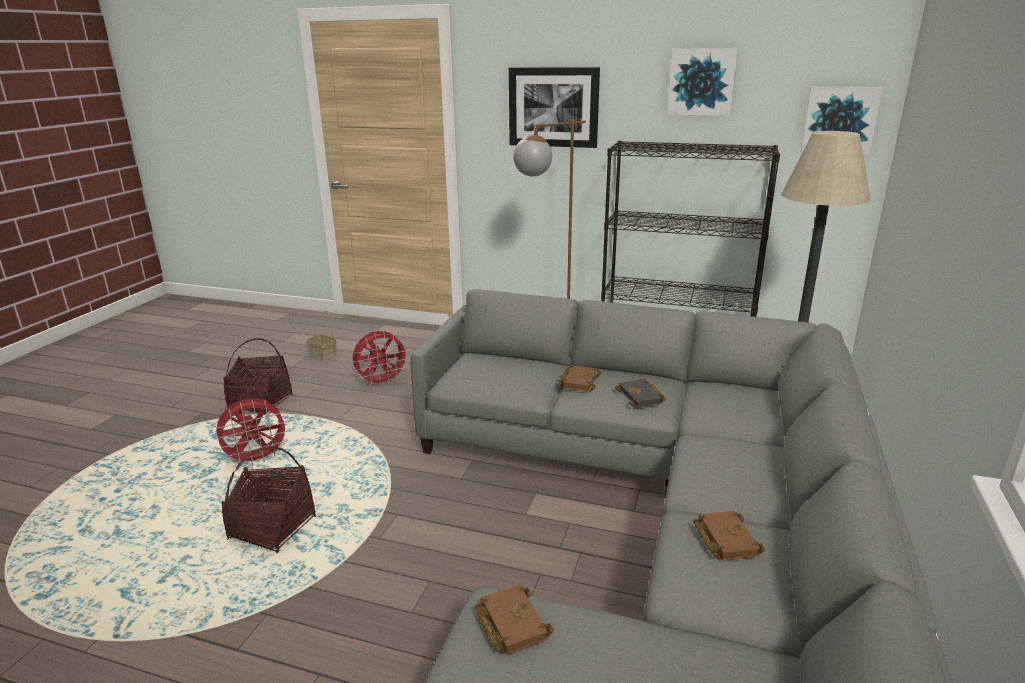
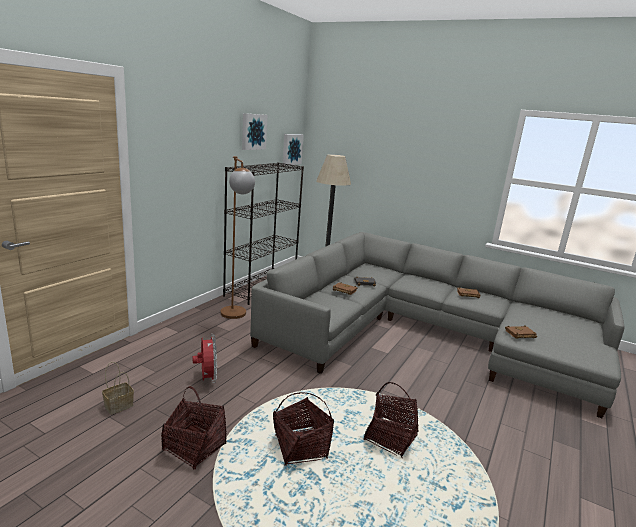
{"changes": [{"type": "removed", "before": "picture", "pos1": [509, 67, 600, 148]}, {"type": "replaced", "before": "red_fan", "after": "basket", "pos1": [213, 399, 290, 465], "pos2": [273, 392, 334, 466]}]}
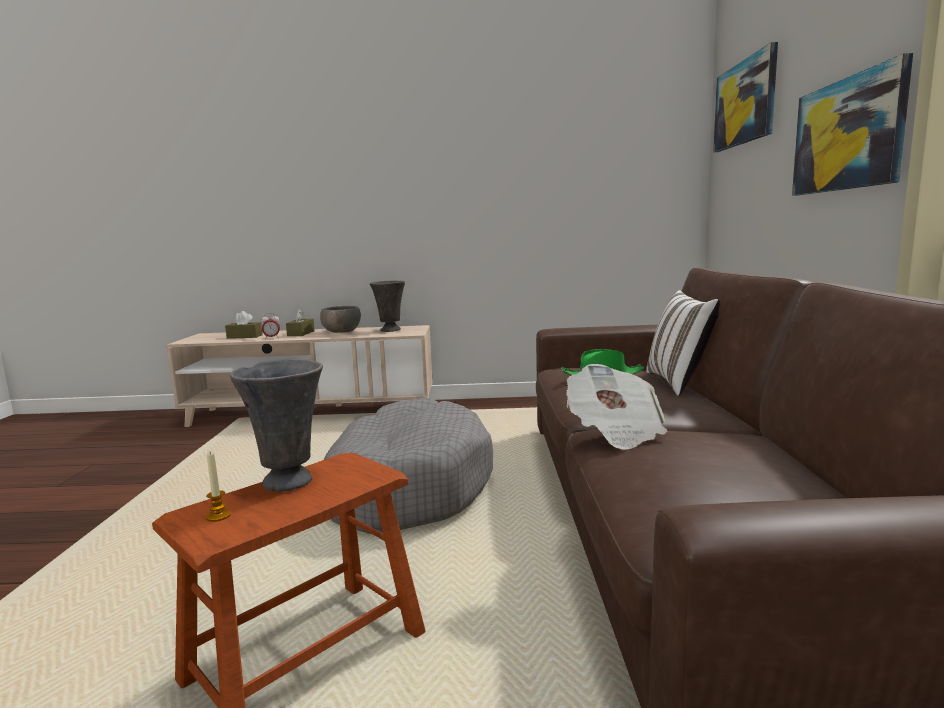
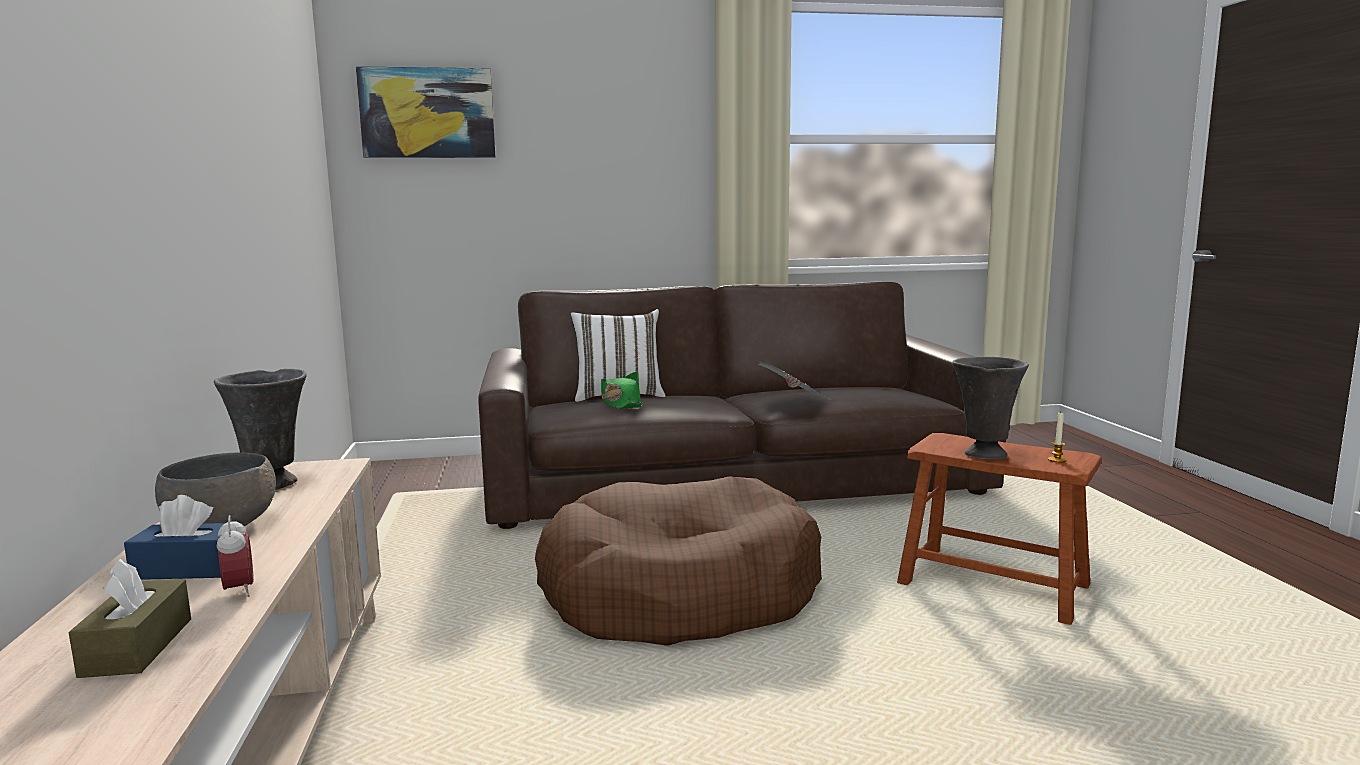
{"changes": [{"type": "removed", "before": "picture", "pos1": [792, 53, 913, 196]}, {"type": "recoloured", "before": "brown_tissue_box", "after": "blue_tissue_box", "pos1": [286, 308, 315, 336], "pos2": [124, 495, 225, 580]}, {"type": "recoloured", "before": "grey_dog_bed", "after": "brown_dog_bed", "pos1": [324, 398, 493, 534], "pos2": [535, 476, 822, 646]}]}
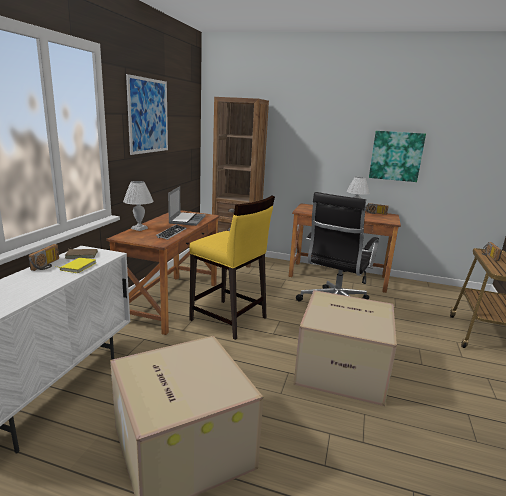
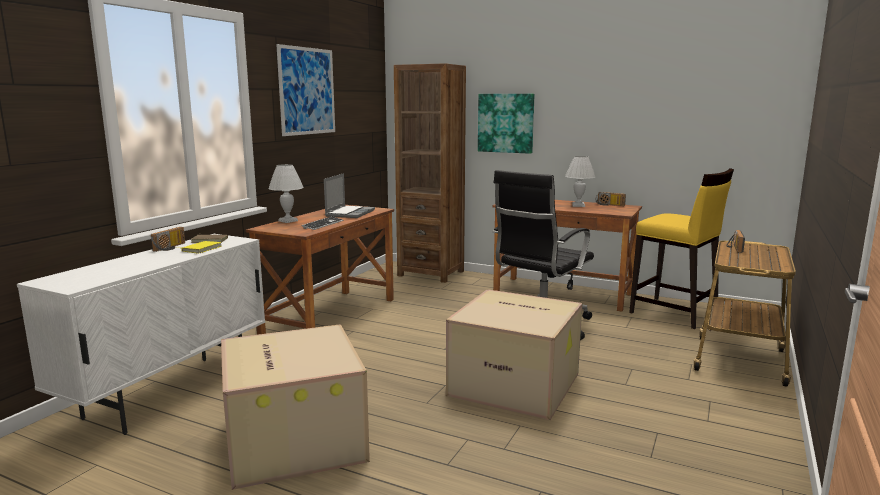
{"changes": [{"type": "moved", "before": "yellow_stool", "pos1": [189, 196, 275, 340], "pos2": [629, 168, 734, 329]}, {"type": "moved", "before": "picture", "pos1": [369, 131, 426, 182], "pos2": [478, 94, 535, 154]}]}
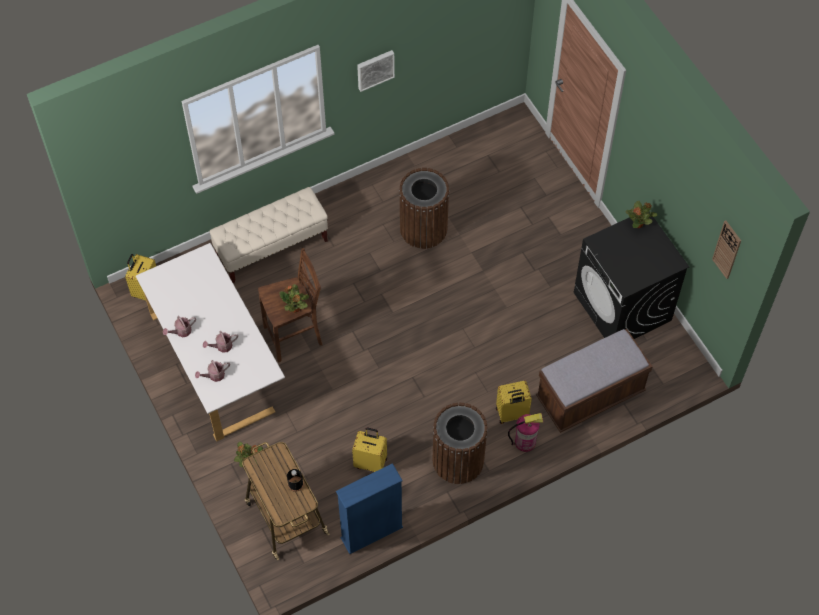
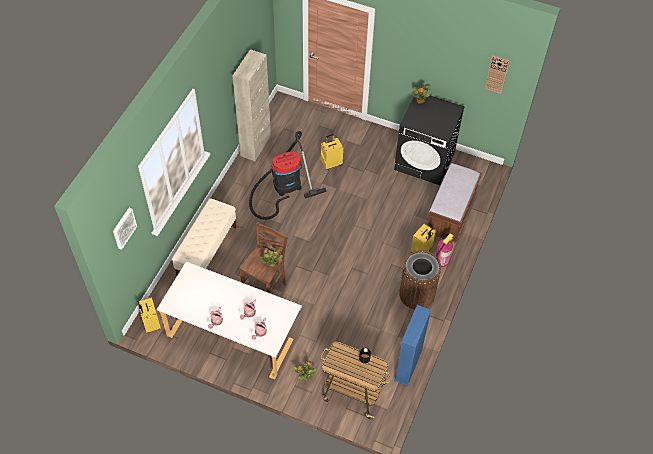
{"changes": [{"type": "added", "after": "beige_cabinet", "pos2": [233, 49, 271, 161]}, {"type": "moved", "before": "yellow_suitcase", "pos1": [352, 427, 387, 472], "pos2": [321, 134, 343, 170]}, {"type": "moved", "before": "picture", "pos1": [357, 50, 395, 92], "pos2": [113, 208, 137, 250]}, {"type": "replaced", "before": "brown_trash_can", "after": "vacuum_cleaner", "pos1": [399, 168, 449, 249], "pos2": [249, 131, 326, 220]}]}
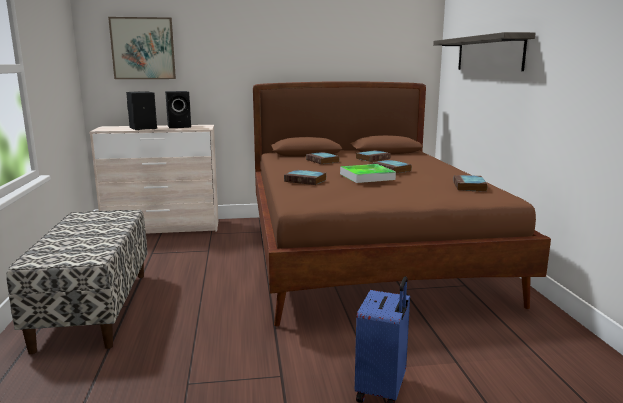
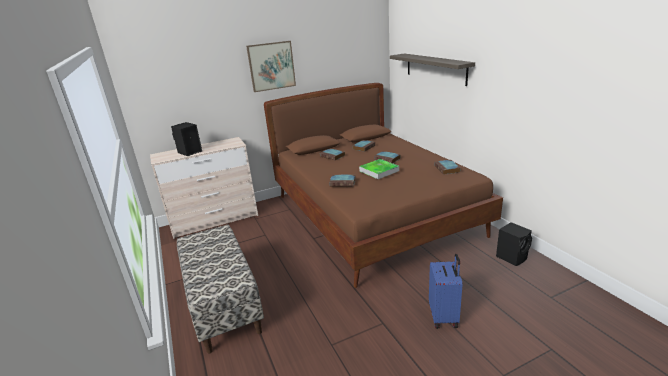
{"changes": [{"type": "moved", "before": "picture", "pos1": [108, 17, 176, 79], "pos2": [246, 41, 296, 92]}, {"type": "moved", "before": "black_speaker", "pos1": [165, 91, 191, 128], "pos2": [496, 222, 532, 266]}]}
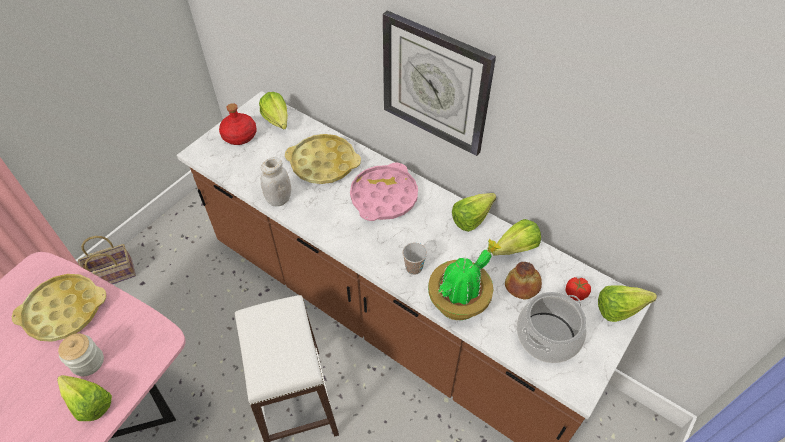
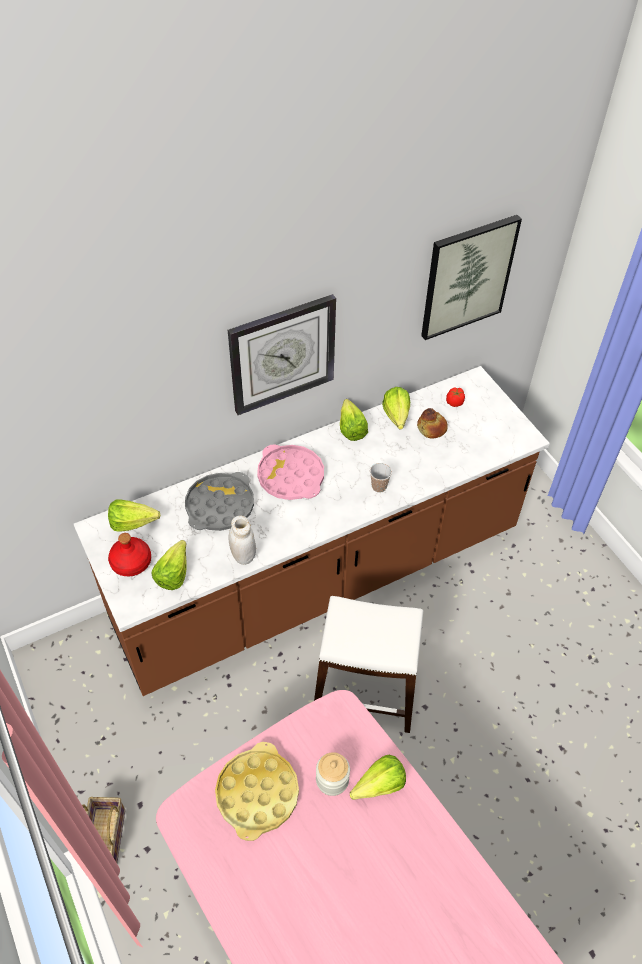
{"changes": [{"type": "removed", "before": "potted_plant", "pos1": [428, 239, 501, 320]}, {"type": "removed", "before": "cooking_pot", "pos1": [517, 292, 587, 363]}, {"type": "added", "after": "picture", "pos2": [421, 215, 522, 340]}, {"type": "moved", "before": "lettuce", "pos1": [598, 285, 657, 322], "pos2": [152, 540, 187, 590]}, {"type": "recoloured", "before": "yellow_tray", "after": "grey_tray", "pos1": [285, 134, 361, 184], "pos2": [185, 472, 254, 531]}]}
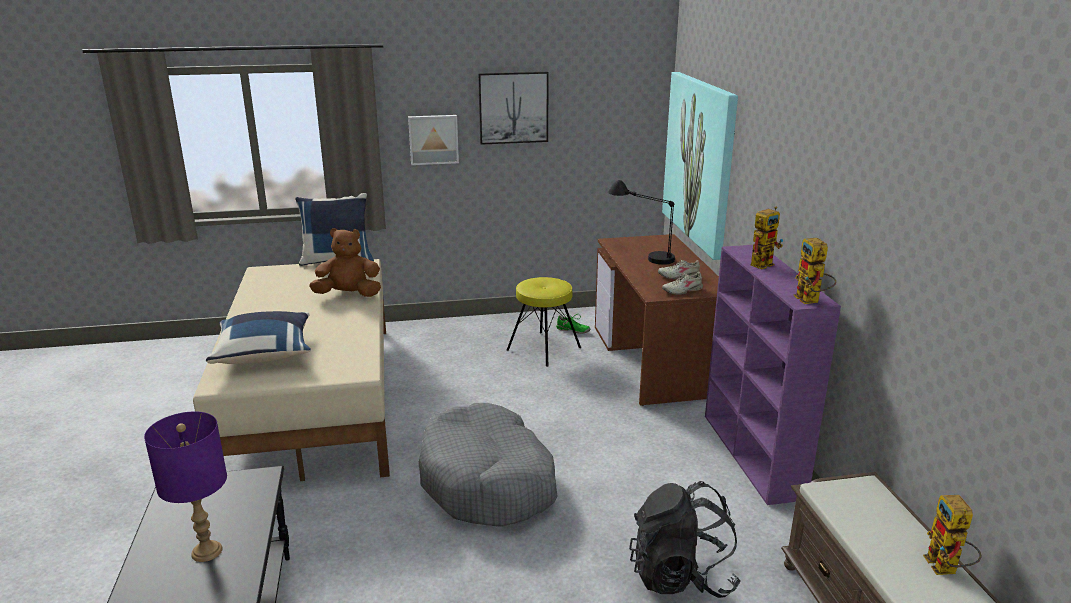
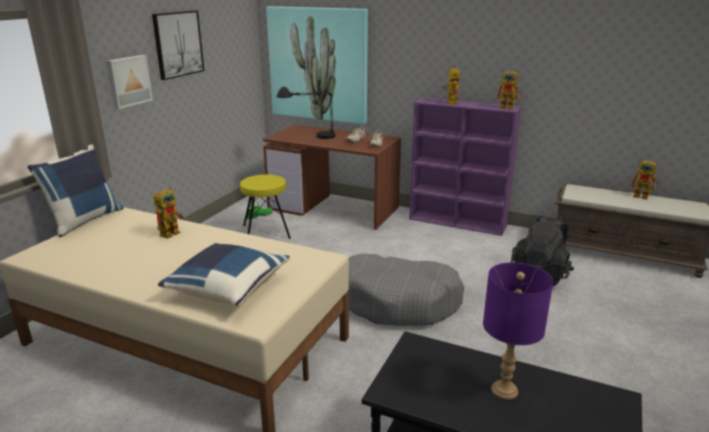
{"changes": [{"type": "replaced", "before": "brown_plush_toy", "after": "toy_robot", "pos1": [309, 228, 381, 297], "pos2": [153, 186, 184, 239]}]}
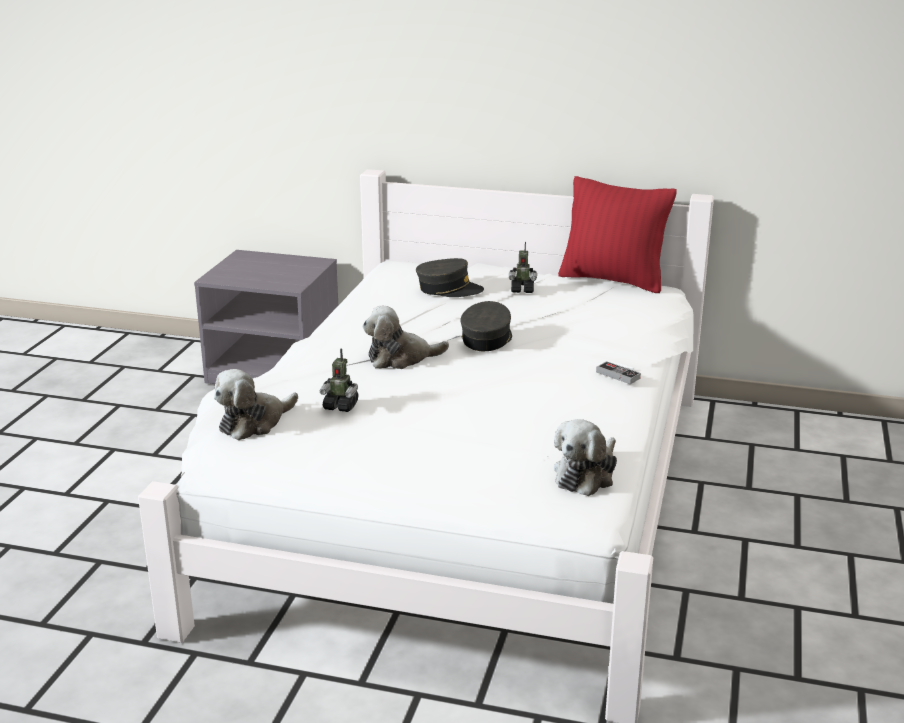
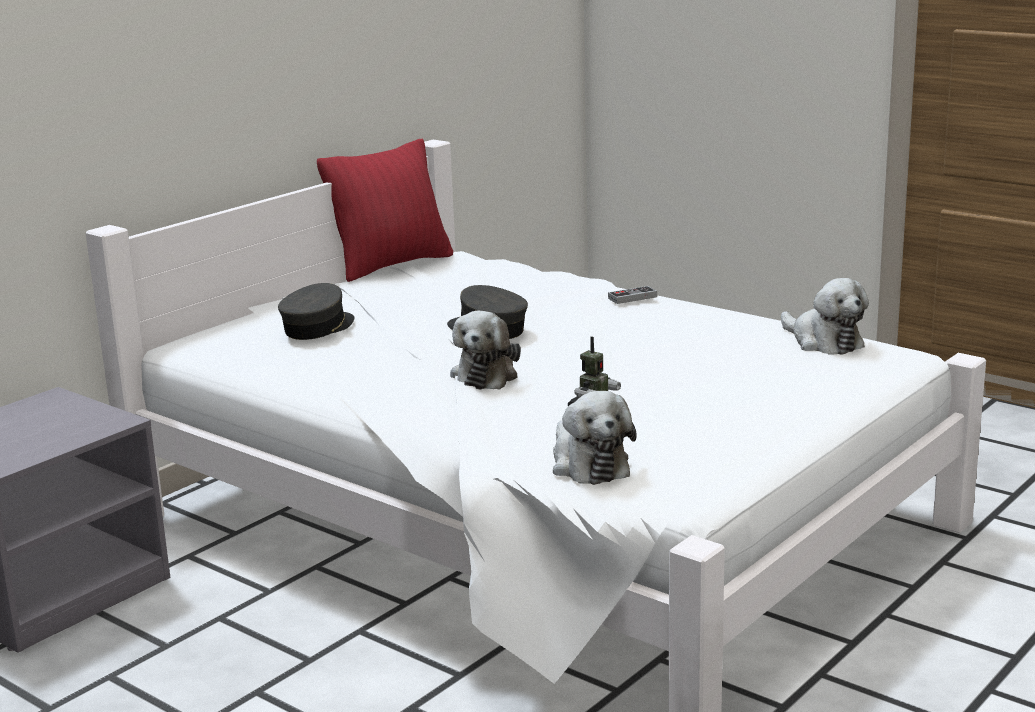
{"changes": [{"type": "removed", "before": "toy_robot", "pos1": [509, 242, 537, 293]}]}
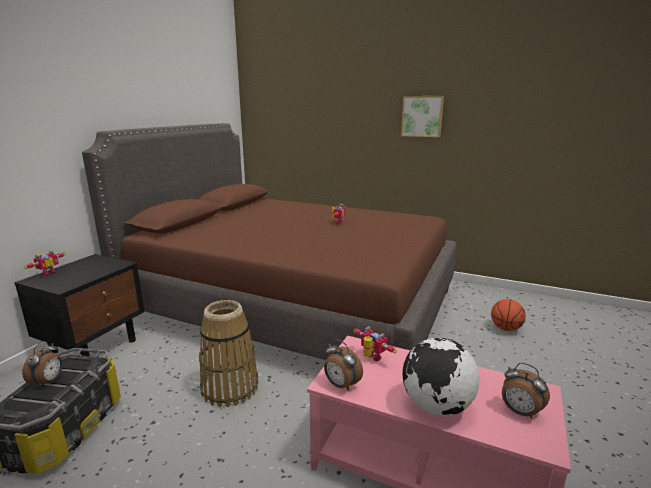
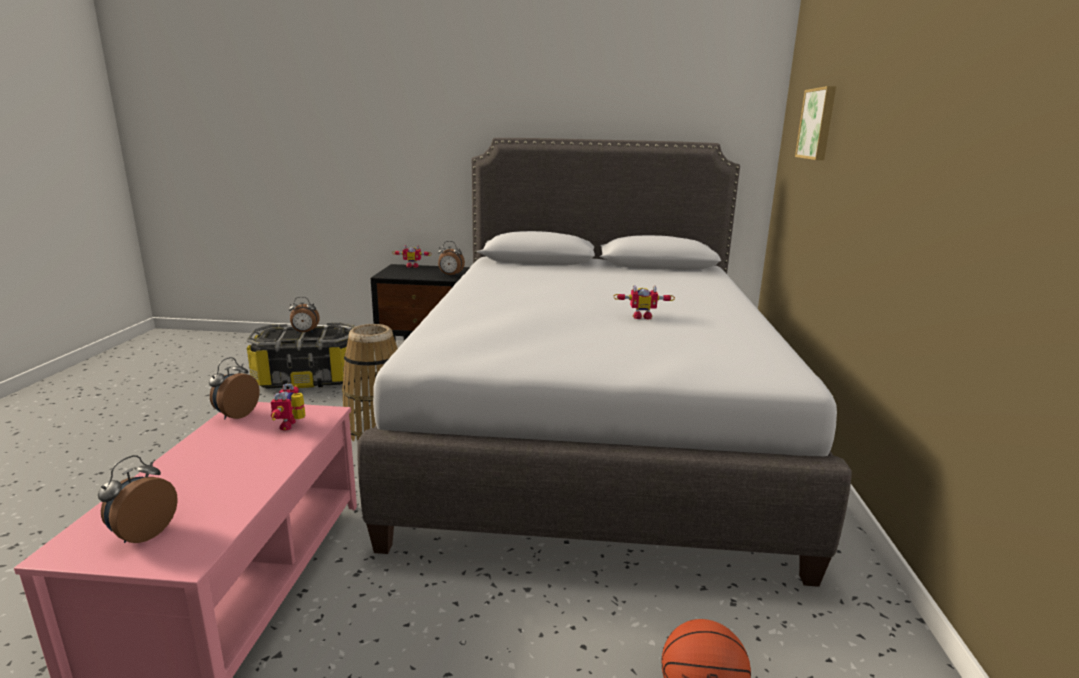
{"changes": [{"type": "removed", "before": "globe", "pos1": [403, 338, 480, 416]}, {"type": "added", "after": "alarm_clock", "pos2": [438, 241, 465, 276]}, {"type": "moved", "before": "picture", "pos1": [401, 96, 444, 137], "pos2": [795, 86, 836, 160]}, {"type": "recoloured", "before": "brown_bed", "after": "grey_bed", "pos1": [82, 123, 457, 360], "pos2": [357, 138, 852, 587]}, {"type": "turned", "before": "toy_robot", "pos1": [353, 326, 397, 361], "pos2": [271, 383, 305, 431], "turn": 150}]}
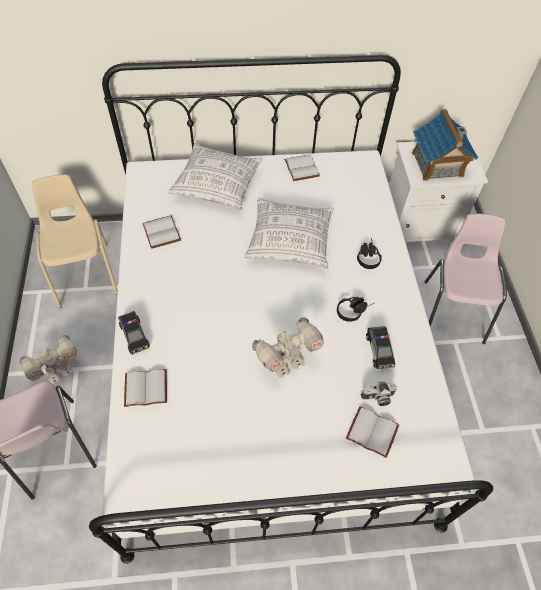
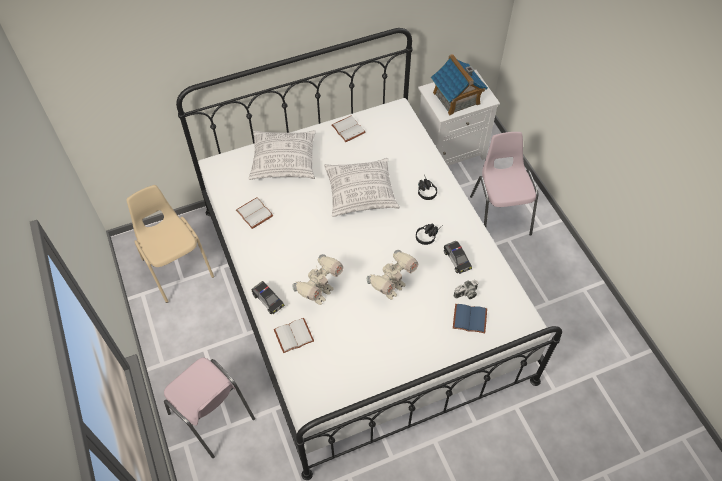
{"changes": [{"type": "moved", "before": "toy_robot", "pos1": [19, 335, 77, 384], "pos2": [292, 254, 344, 305]}, {"type": "recoloured", "before": "white_book", "after": "blue_book", "pos1": [346, 407, 399, 458], "pos2": [453, 304, 487, 333]}]}
